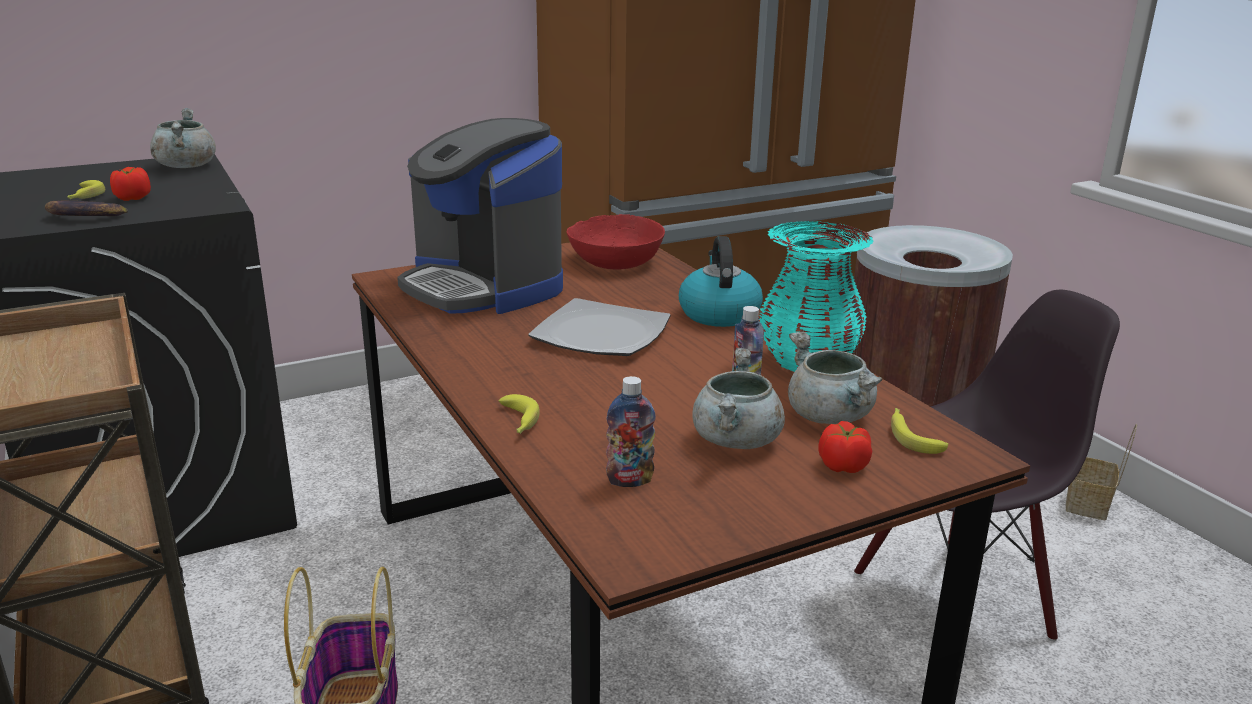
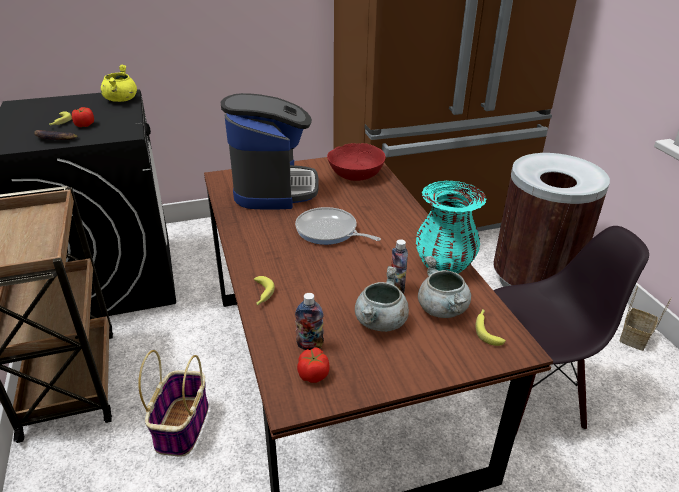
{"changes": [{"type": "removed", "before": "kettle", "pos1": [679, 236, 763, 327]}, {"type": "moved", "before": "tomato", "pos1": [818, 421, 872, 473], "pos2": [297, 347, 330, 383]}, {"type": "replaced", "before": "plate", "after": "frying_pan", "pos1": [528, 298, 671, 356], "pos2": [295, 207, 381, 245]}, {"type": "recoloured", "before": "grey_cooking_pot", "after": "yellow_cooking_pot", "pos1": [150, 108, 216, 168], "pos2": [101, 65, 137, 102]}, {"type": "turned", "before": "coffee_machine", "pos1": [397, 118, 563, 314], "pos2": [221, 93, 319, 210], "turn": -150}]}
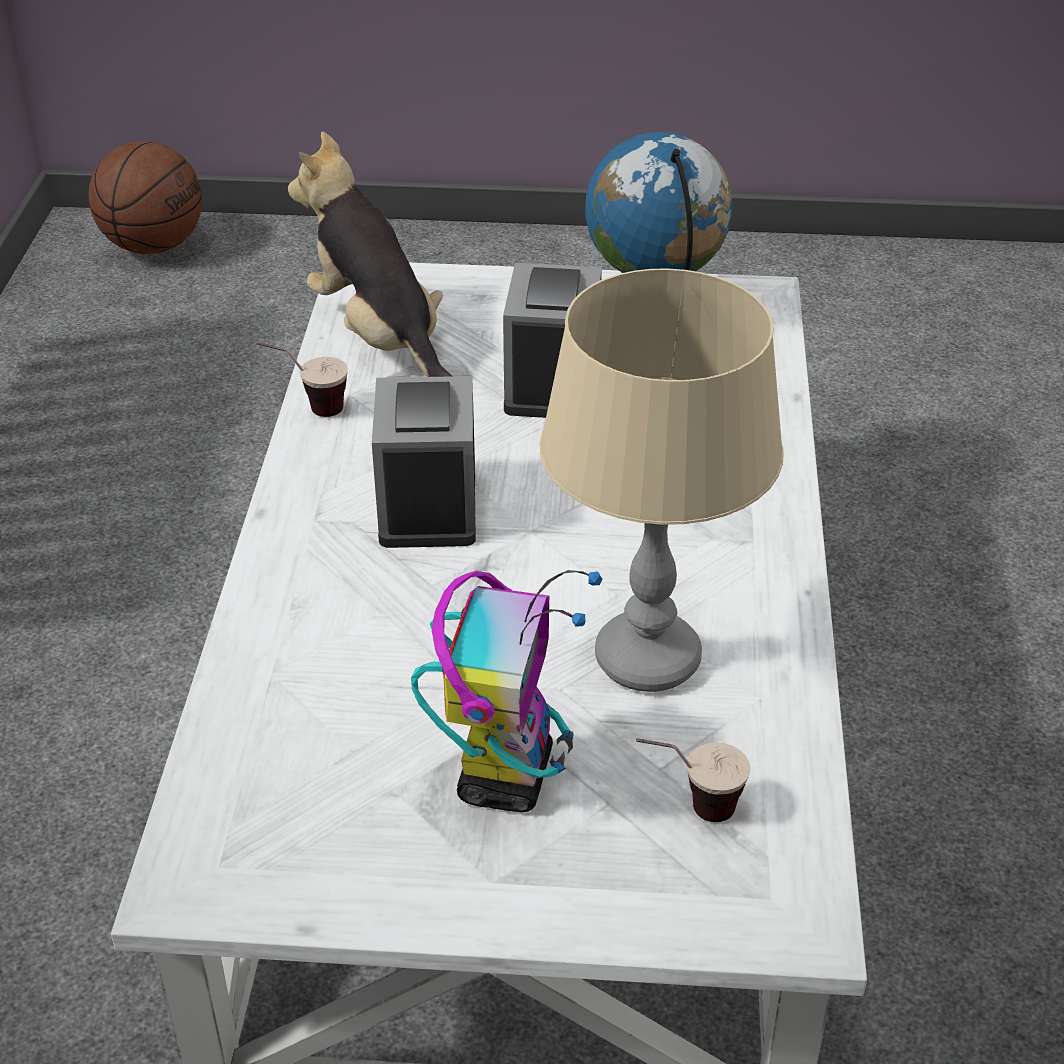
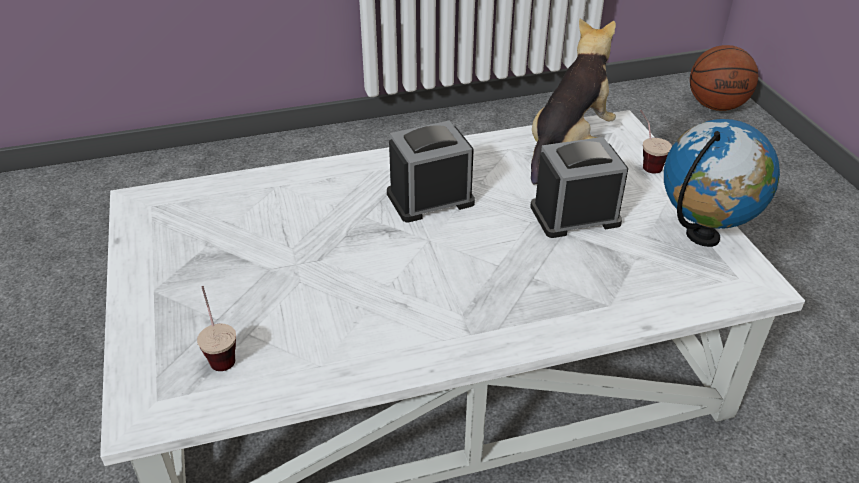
{"changes": [{"type": "removed", "before": "toy_robot", "pos1": [411, 570, 603, 812]}, {"type": "removed", "before": "beige_table_lamp", "pos1": [539, 268, 784, 692]}, {"type": "moved", "before": "cup", "pos1": [257, 342, 348, 417], "pos2": [640, 110, 672, 174]}]}
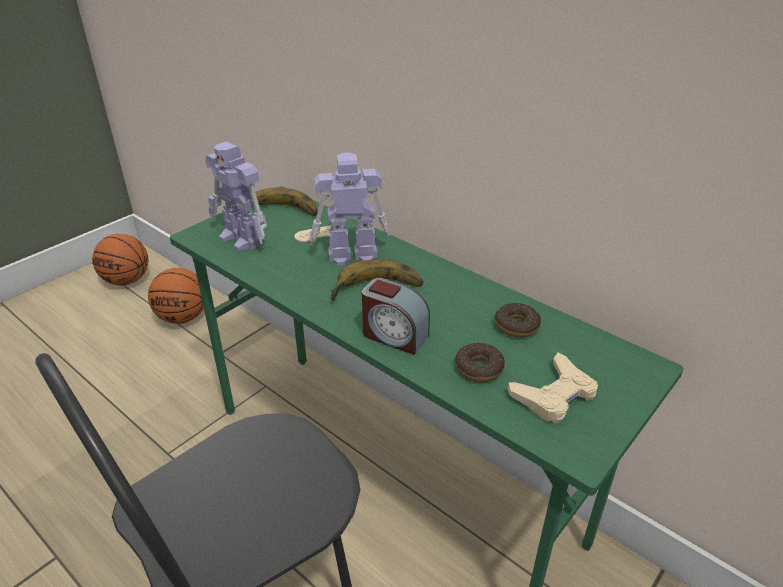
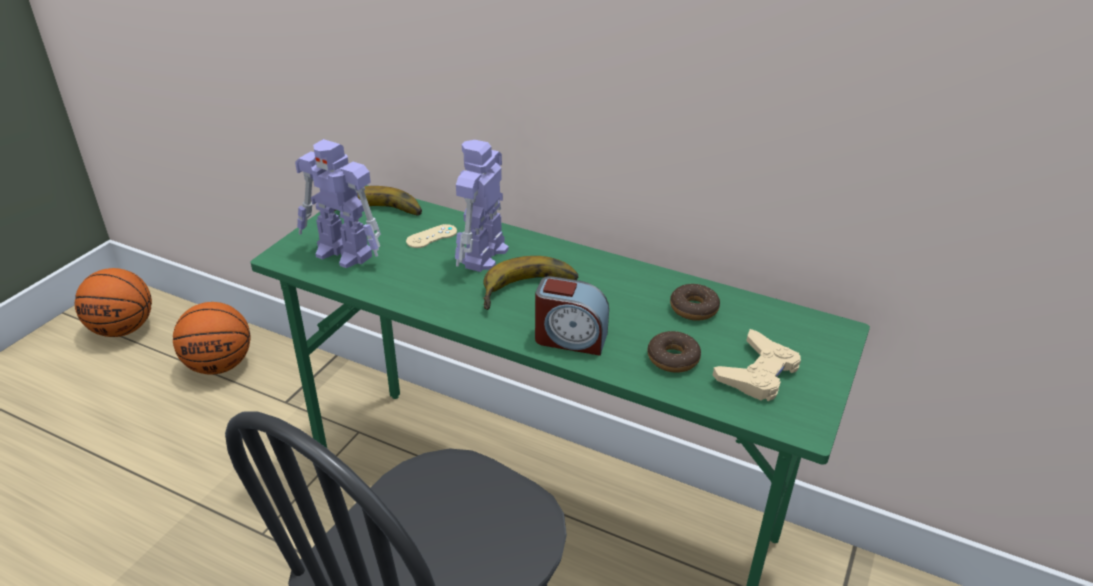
{"changes": [{"type": "turned", "before": "toy_robot", "pos1": [310, 152, 389, 265], "pos2": [455, 140, 509, 272], "turn": -45}]}
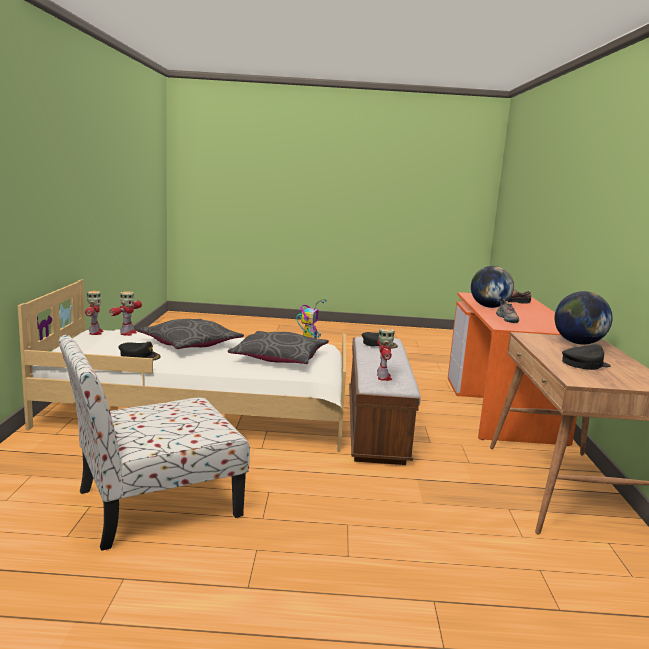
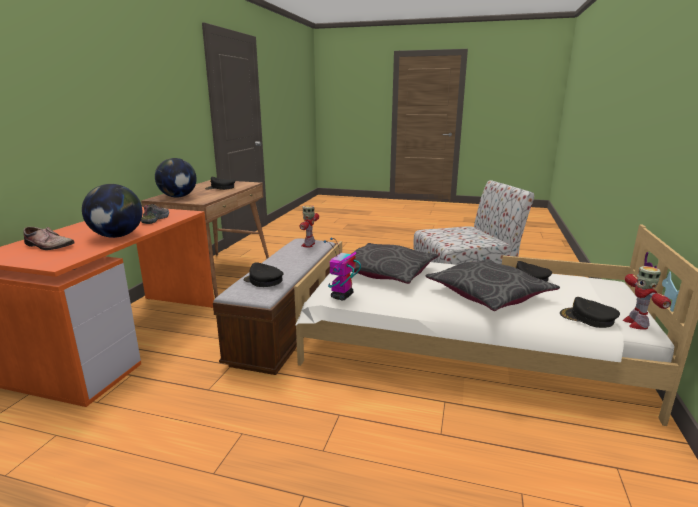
{"changes": [{"type": "replaced", "before": "toy_robot", "after": "black_cap", "pos1": [109, 291, 142, 336], "pos2": [560, 297, 620, 328]}]}
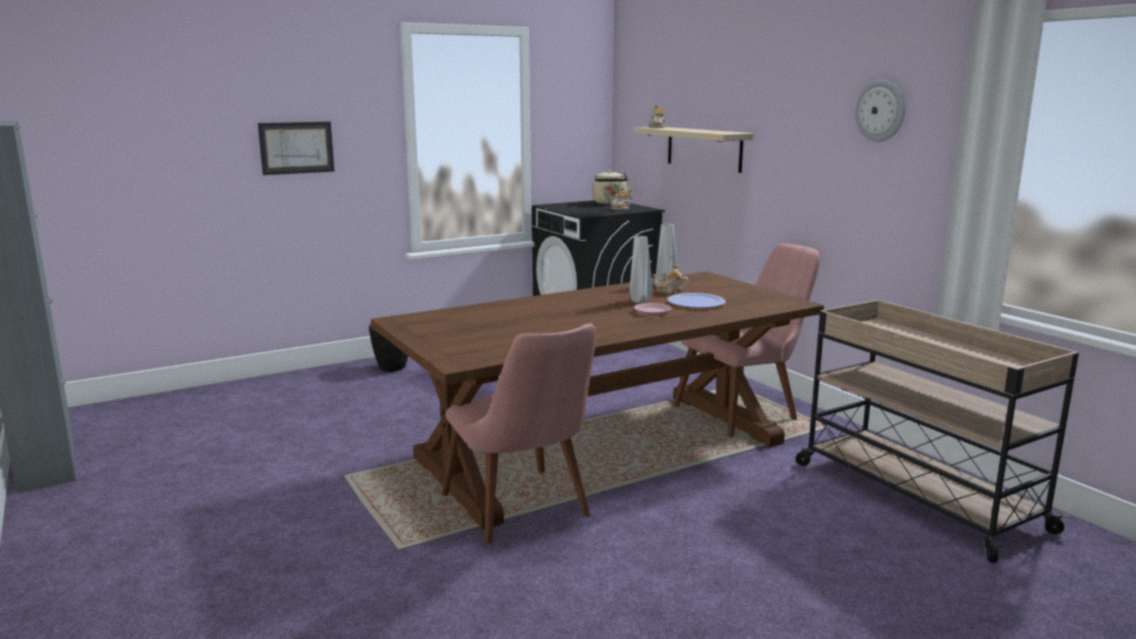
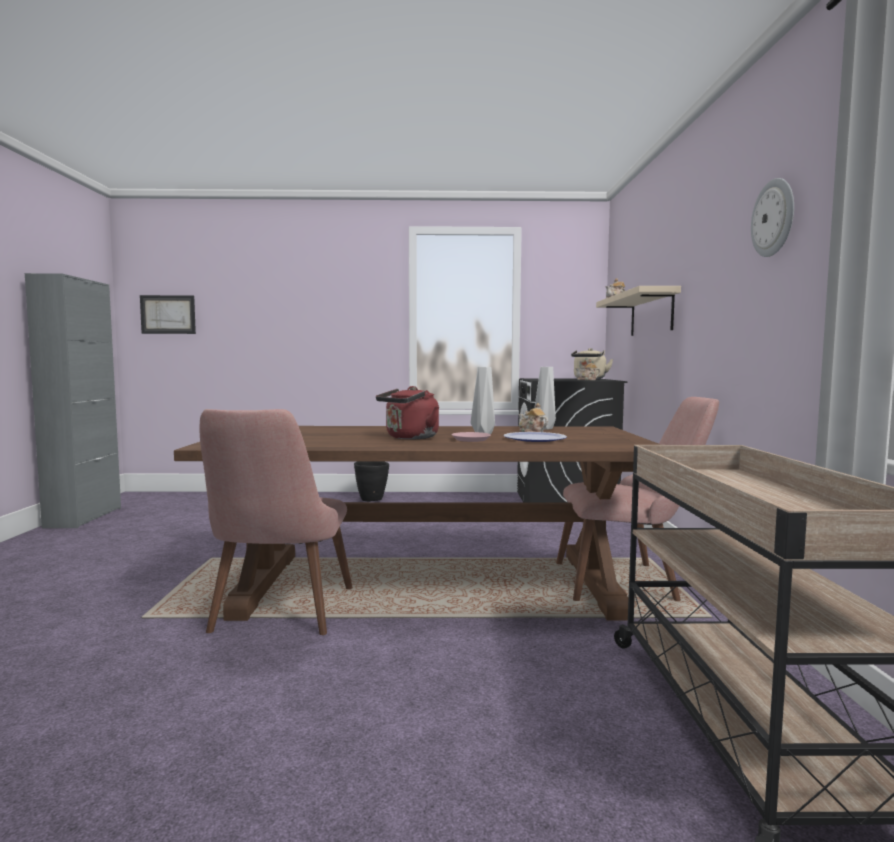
{"changes": [{"type": "added", "after": "red_kettle", "pos2": [376, 386, 439, 439]}, {"type": "moved", "before": "picture", "pos1": [258, 122, 335, 175], "pos2": [140, 295, 196, 334]}]}
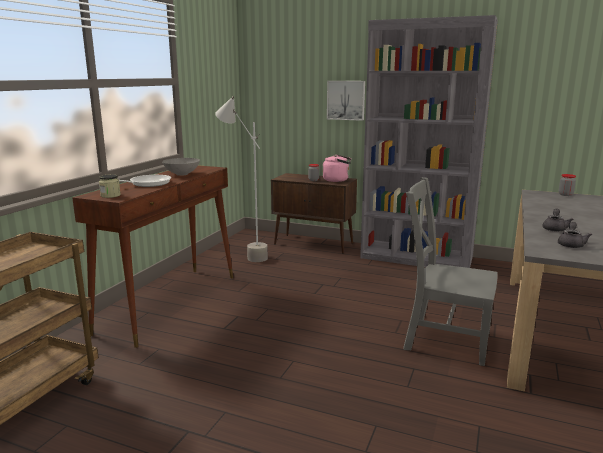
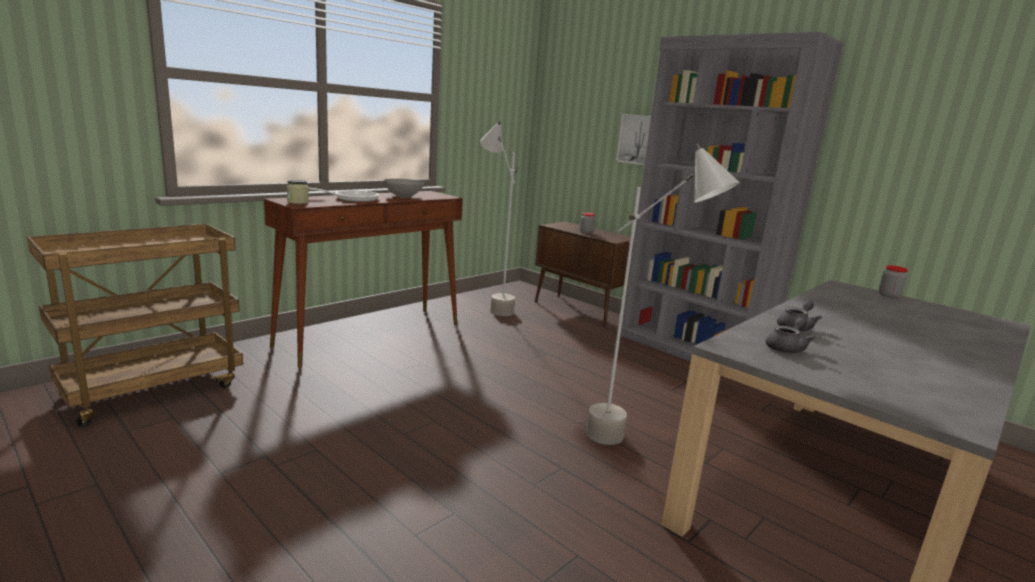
{"changes": [{"type": "removed", "before": "pink_kettle", "pos1": [323, 155, 351, 182]}, {"type": "replaced", "before": "grey_chair", "after": "grey_floor_lamp", "pos1": [403, 177, 498, 366], "pos2": [586, 144, 740, 445]}]}
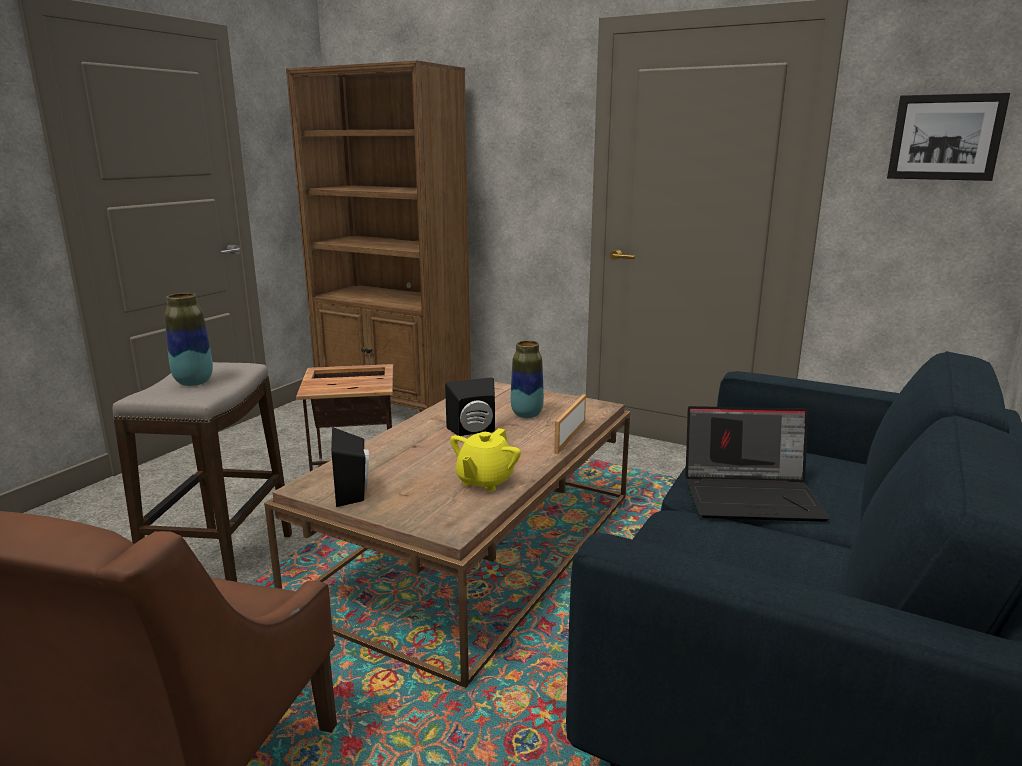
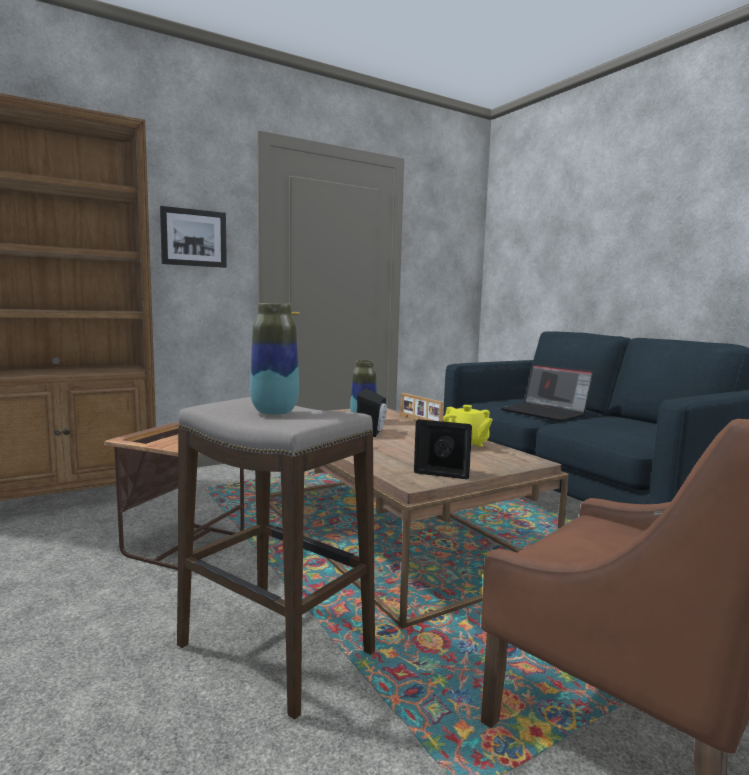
{"changes": [{"type": "moved", "before": "picture", "pos1": [887, 93, 1010, 181], "pos2": [160, 206, 227, 268]}, {"type": "turned", "before": "laptop", "pos1": [686, 406, 830, 522], "pos2": [501, 364, 594, 421], "turn": 105}]}
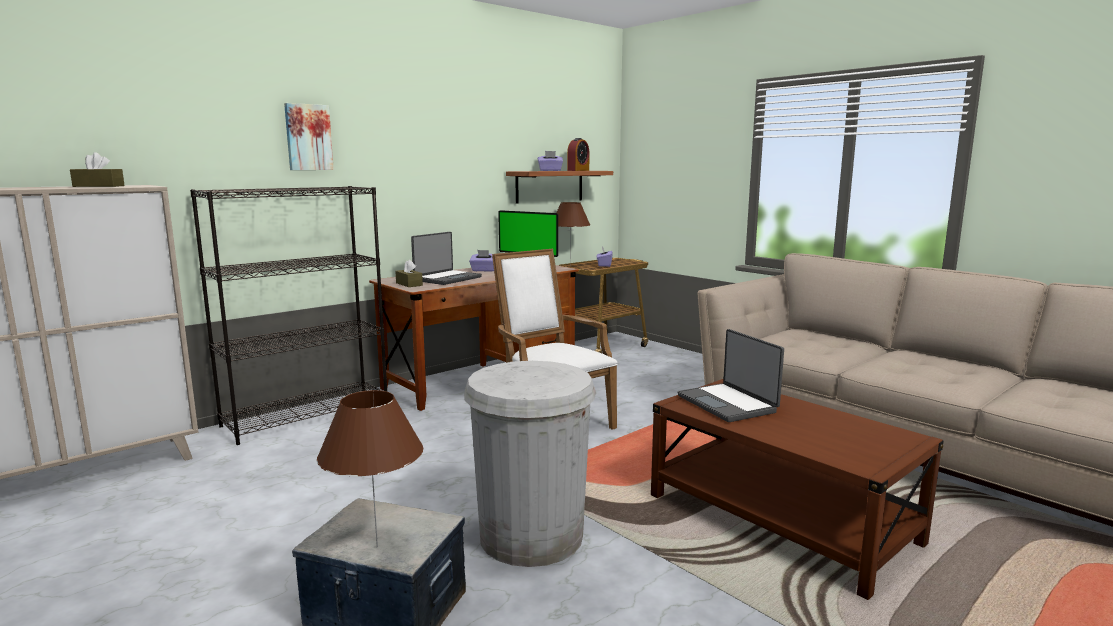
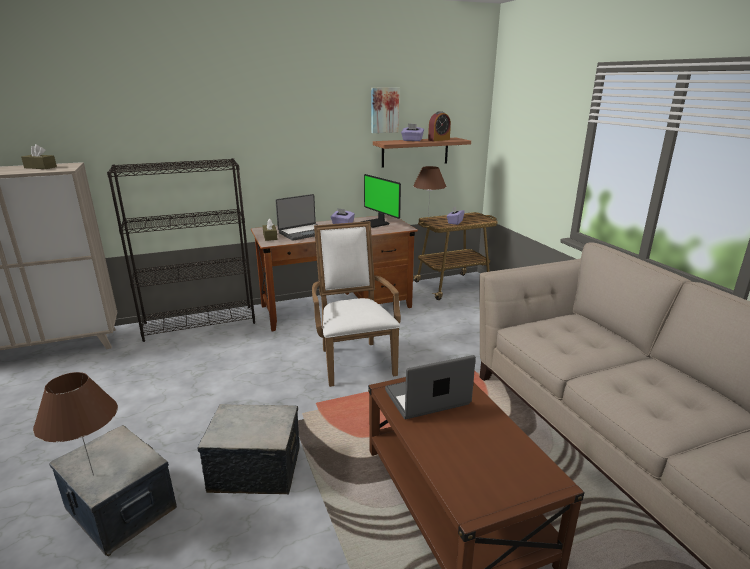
{"changes": [{"type": "moved", "before": "picture", "pos1": [284, 103, 334, 170], "pos2": [371, 87, 399, 133]}, {"type": "replaced", "before": "white_trash_can", "after": "storage_box", "pos1": [464, 361, 596, 567], "pos2": [197, 404, 300, 494]}, {"type": "turned", "before": "laptop", "pos1": [677, 329, 784, 422], "pos2": [385, 355, 476, 419], "turn": 75}]}
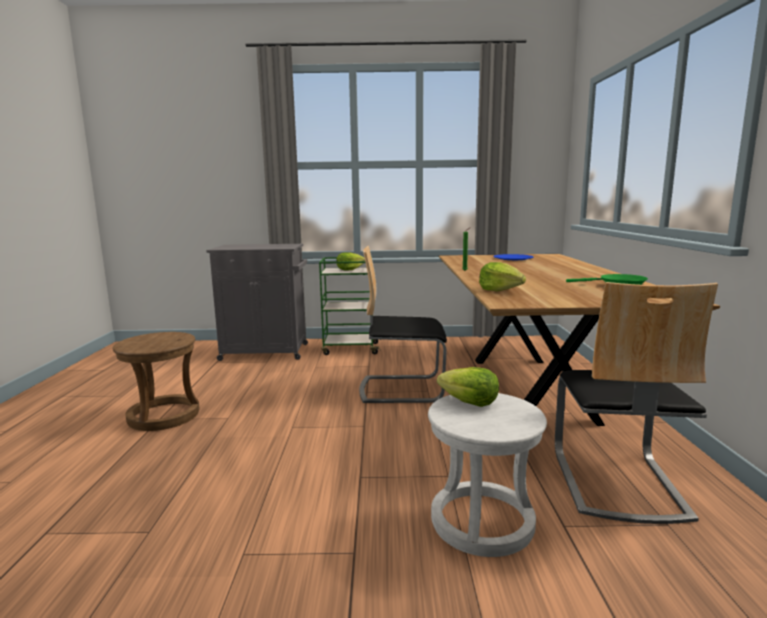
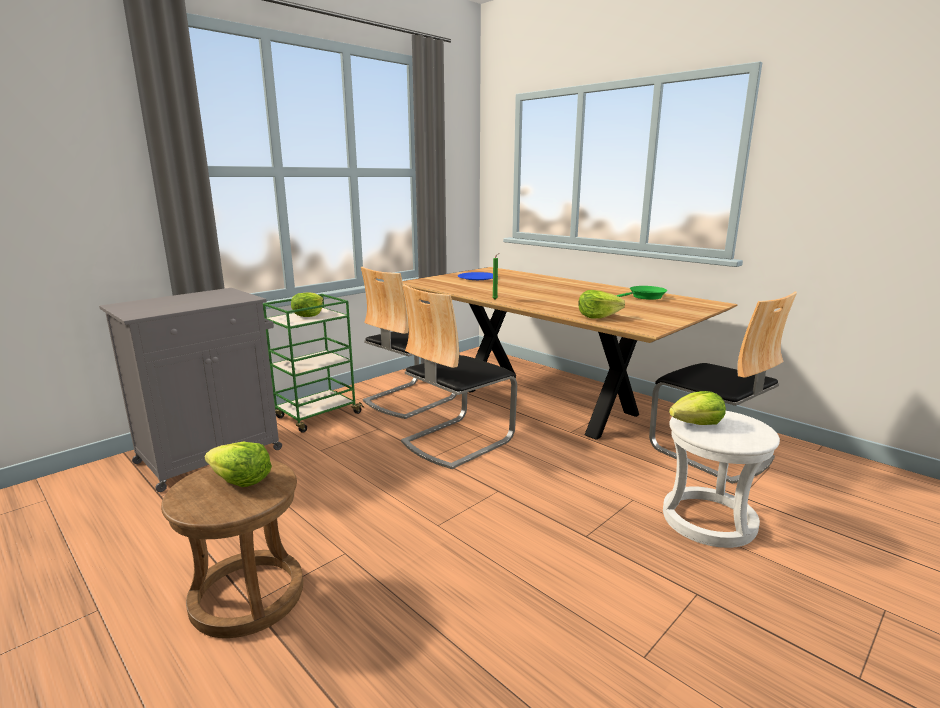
{"changes": [{"type": "added", "after": "lettuce", "pos2": [205, 442, 272, 487]}, {"type": "added", "after": "chair", "pos2": [361, 267, 460, 419]}]}
